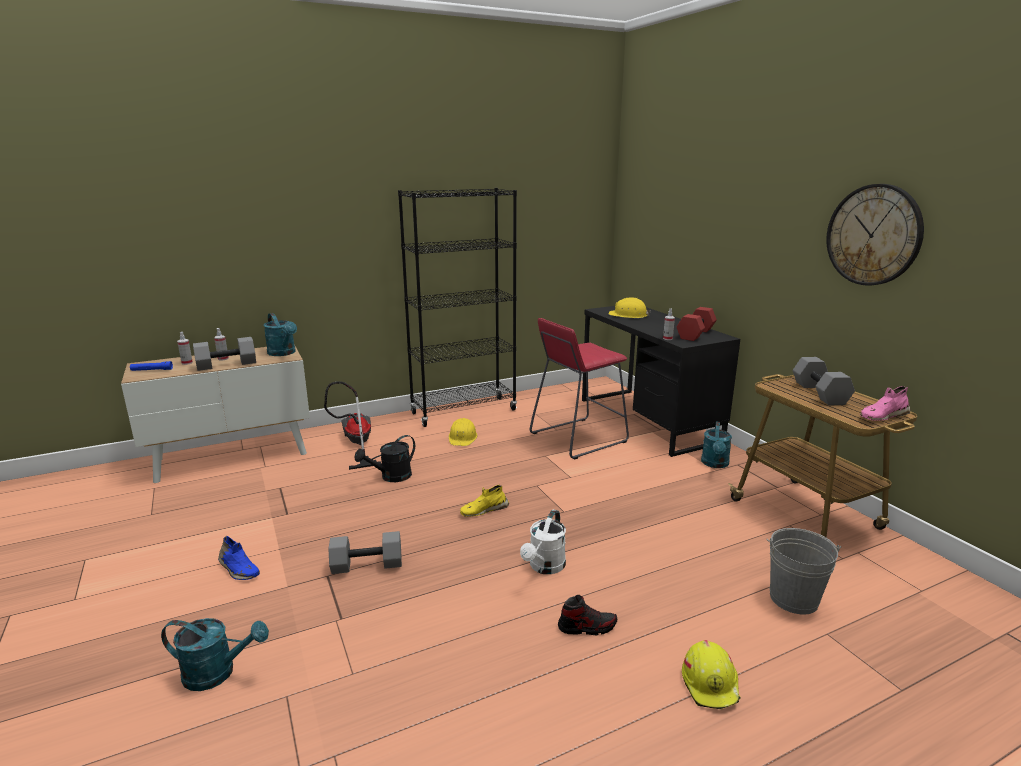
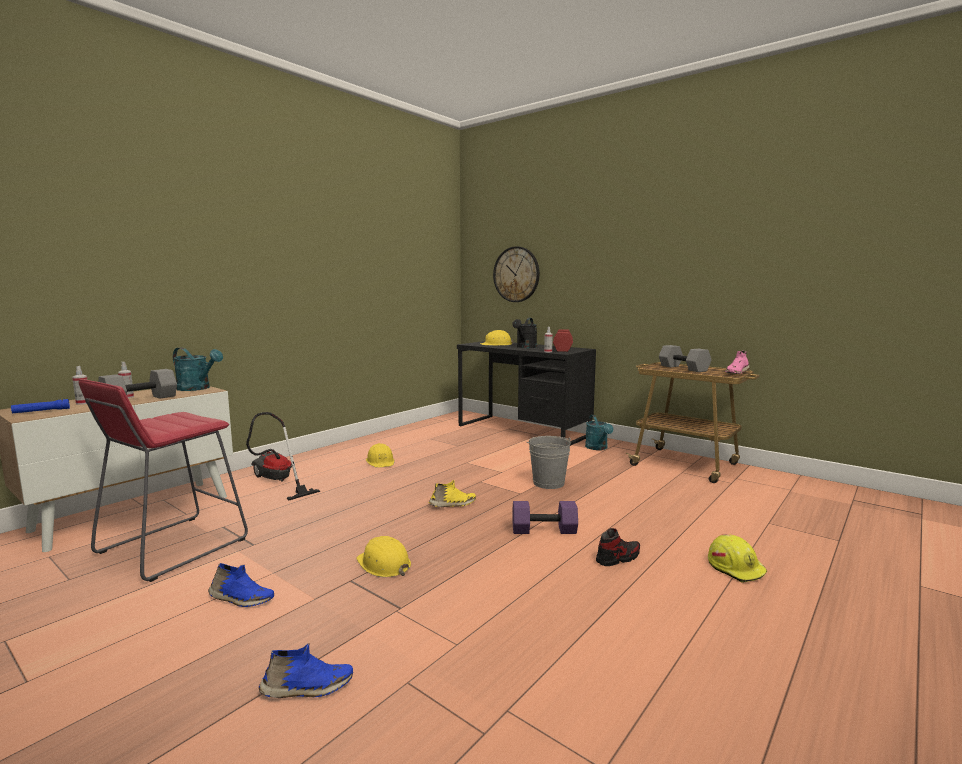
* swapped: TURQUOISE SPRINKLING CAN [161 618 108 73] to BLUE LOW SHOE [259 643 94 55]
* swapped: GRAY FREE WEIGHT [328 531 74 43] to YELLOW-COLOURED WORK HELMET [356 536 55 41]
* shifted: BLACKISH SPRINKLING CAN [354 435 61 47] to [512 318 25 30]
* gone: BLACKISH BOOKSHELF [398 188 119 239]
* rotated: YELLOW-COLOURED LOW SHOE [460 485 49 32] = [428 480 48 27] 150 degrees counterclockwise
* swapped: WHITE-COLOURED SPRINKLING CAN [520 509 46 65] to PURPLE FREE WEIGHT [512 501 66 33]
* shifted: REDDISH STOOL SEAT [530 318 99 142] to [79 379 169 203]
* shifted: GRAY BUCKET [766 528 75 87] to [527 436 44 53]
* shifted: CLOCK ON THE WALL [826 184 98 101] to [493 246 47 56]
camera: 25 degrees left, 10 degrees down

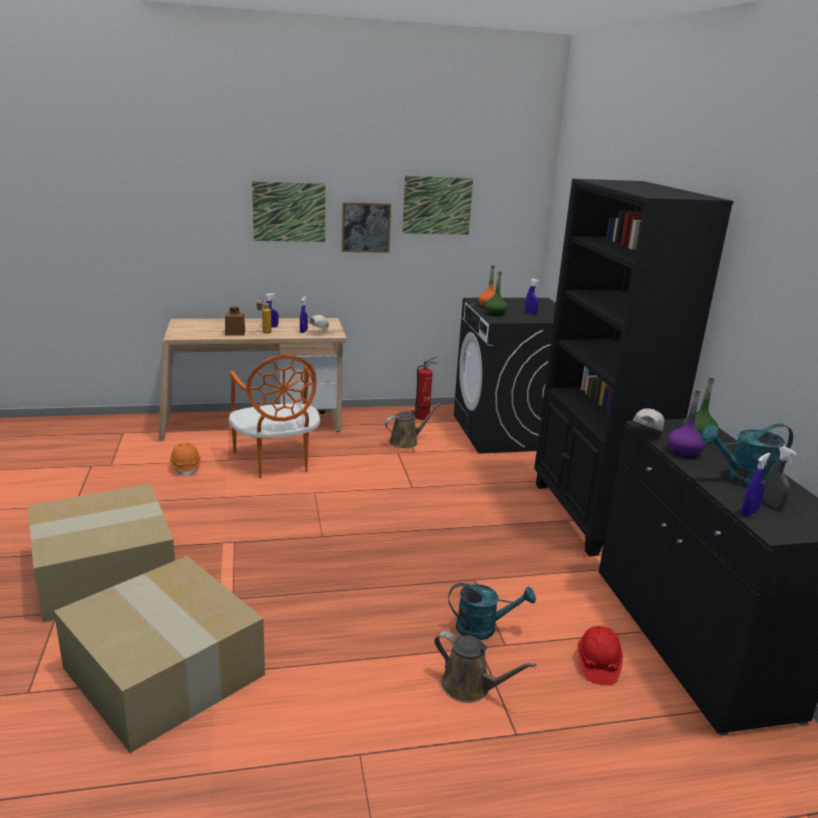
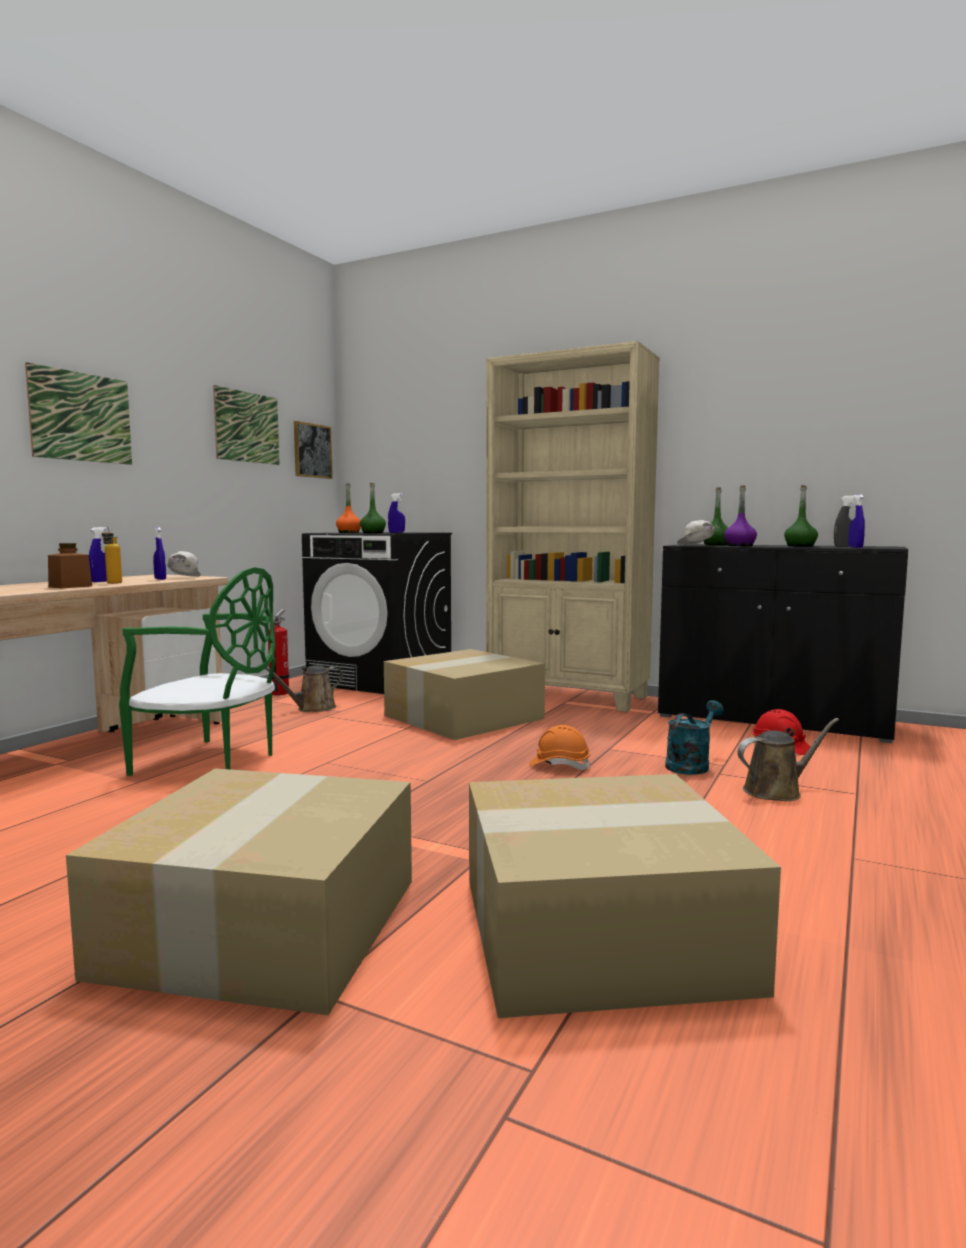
* shifted: ORANGE-COLOURED WORK HELMET [169 443 32 34] to [529 725 62 45]
* repainted: ORANGE-COLOURED CHAIR [229 355 91 123] to GREENISH CHAIR [119 567 157 209]
* shifted: WALL ART [342 202 49 51] to [294 421 39 58]
* rotated: BROWN SPRINKLING CAN [385 403 56 45] = [265 665 78 47] 135 degrees counterclockwise
* repainted: BLACKISH BOOKSHELF [534 179 199 377] to SAND-COLOURED BOOKSHELF [486 341 174 371]
* swapped: TURQUOISE SPRINKLING CAN [701 424 92 64] to GREENISH BEVERAGE BOTTLE [784 485 34 62]
* new: PACKING BOX [384 649 161 91]
camera: 50 degrees left, 15 degrees down

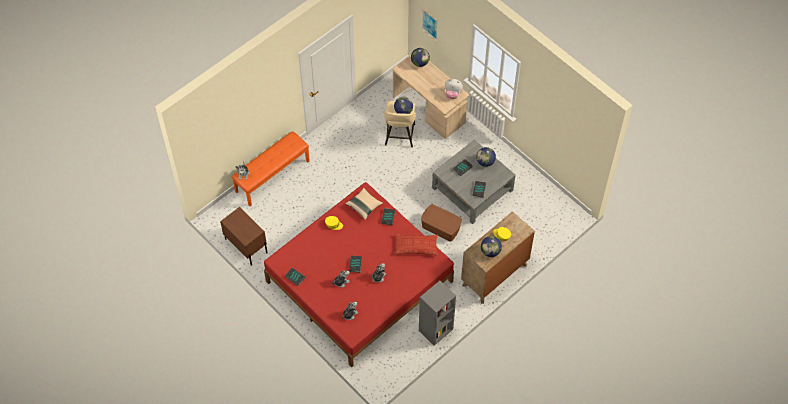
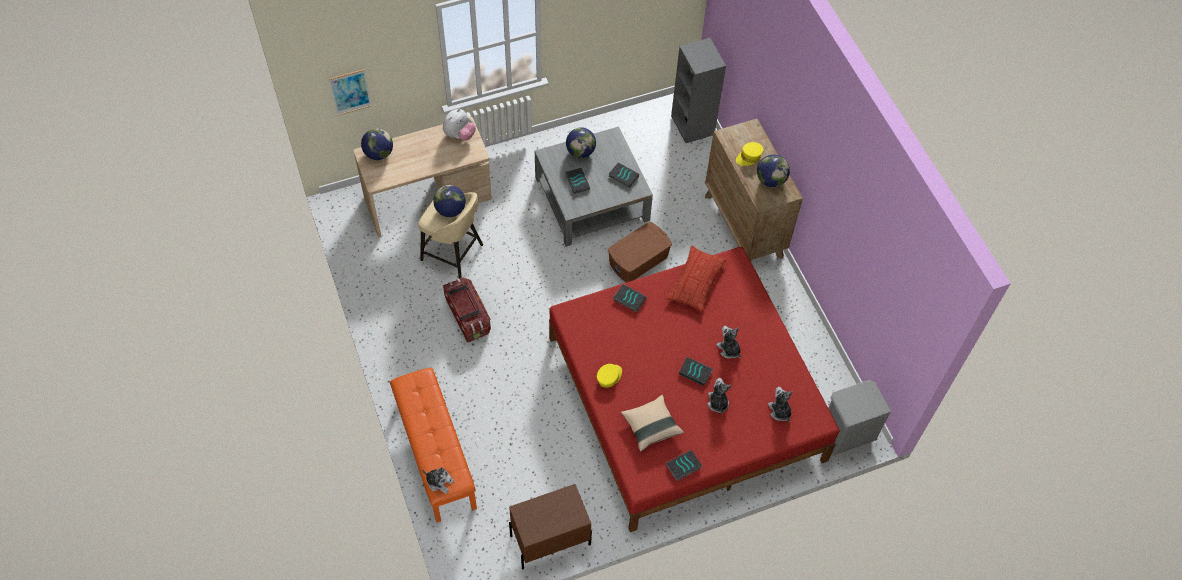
* shifted: SAND-COLOURED CUSHION [345 188 38 32] to [621 395 63 56]
* shifted: GRAY BOOKSHELF [419 281 37 65] to [671 38 55 105]
* new: STORAGE BIN [443 278 48 64]
* new: GRAY NIGHTSTAND [828 380 63 76]
camera: 70 degrees left, 0 degrees up

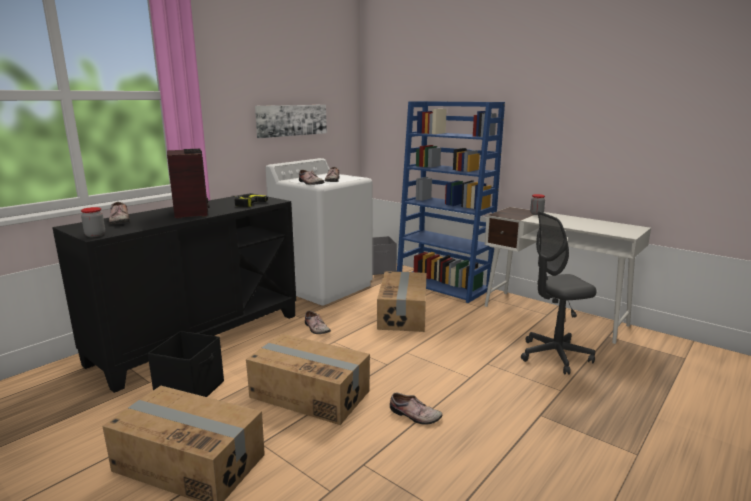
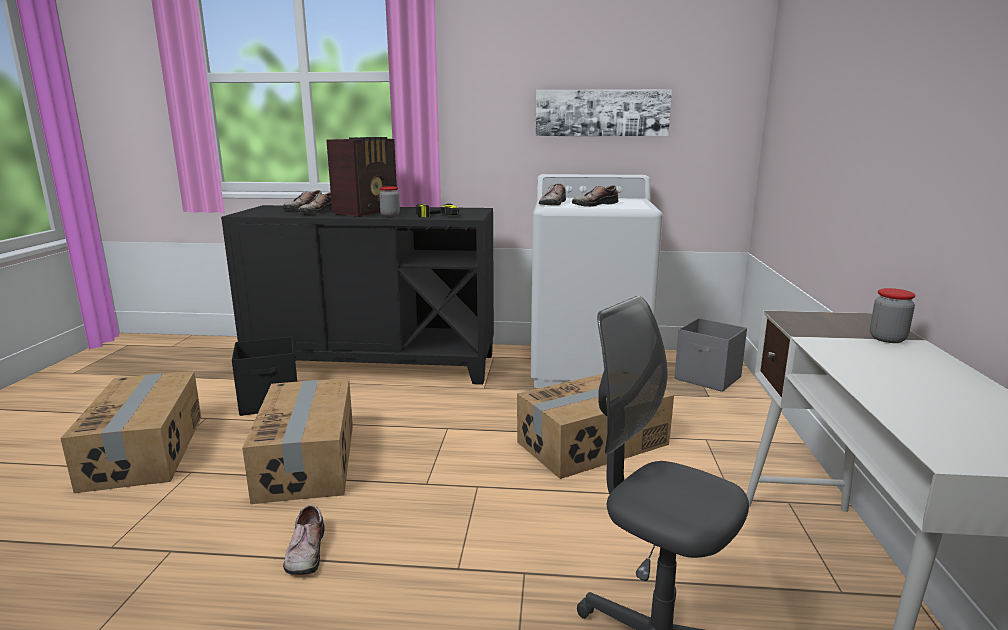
* shifted: JAR [81 207 24 30] to [379 186 21 31]
* shifted: LOW SHOE [305 311 26 23] to [298 192 34 22]
* gone: BLUE BOOKSHELF [397 101 108 202]
camera: 55 degrees right, 0 degrees up

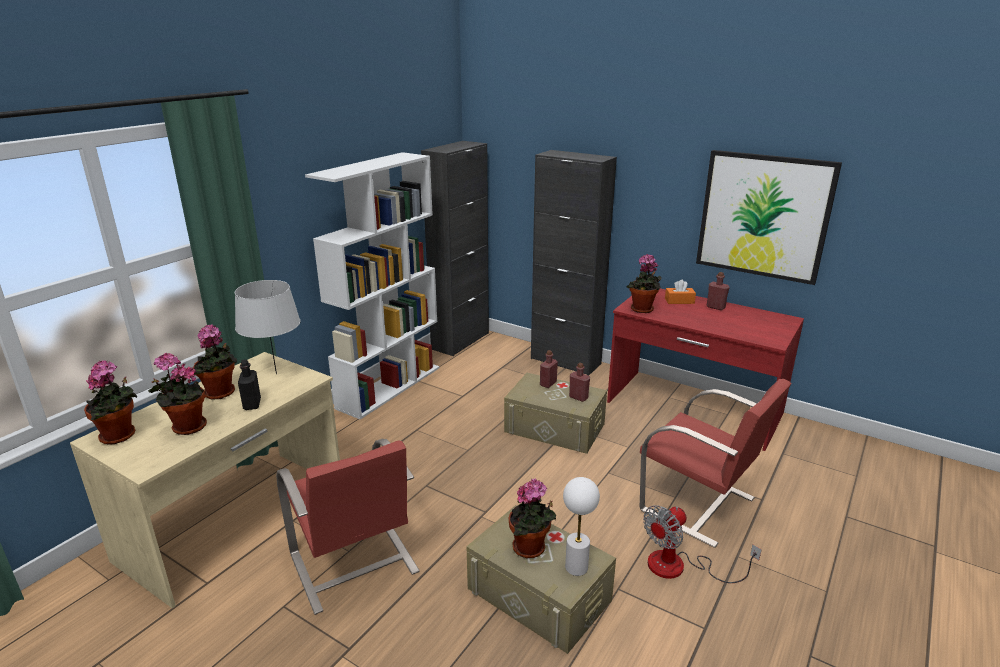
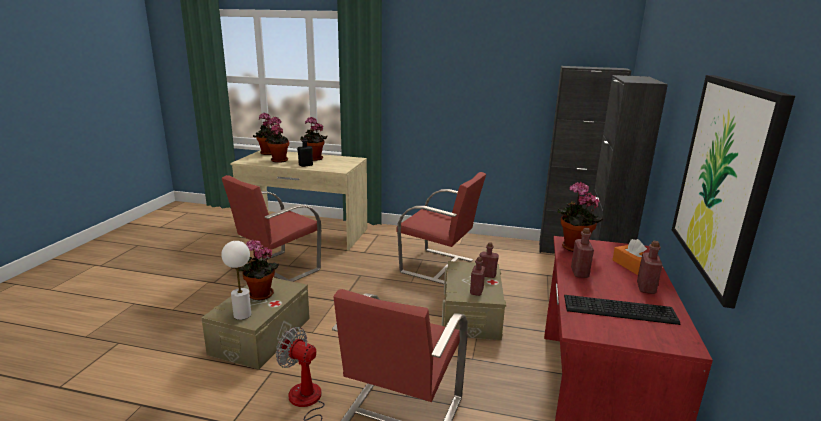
* gone: GRAY TABLETOP LAMP [235 280 66 94]
* gone: WHITE-COLOURED BOOKSHELF [305 152 134 267]
* new: REDDISH CHAIR [396 172 90 113]
* new: PC KEYBOARD [564 295 116 30]
* new: REDDISH BEVERAGE BOTTLE [571 228 23 50]
camera: 70 degrees right, 5 degrees down

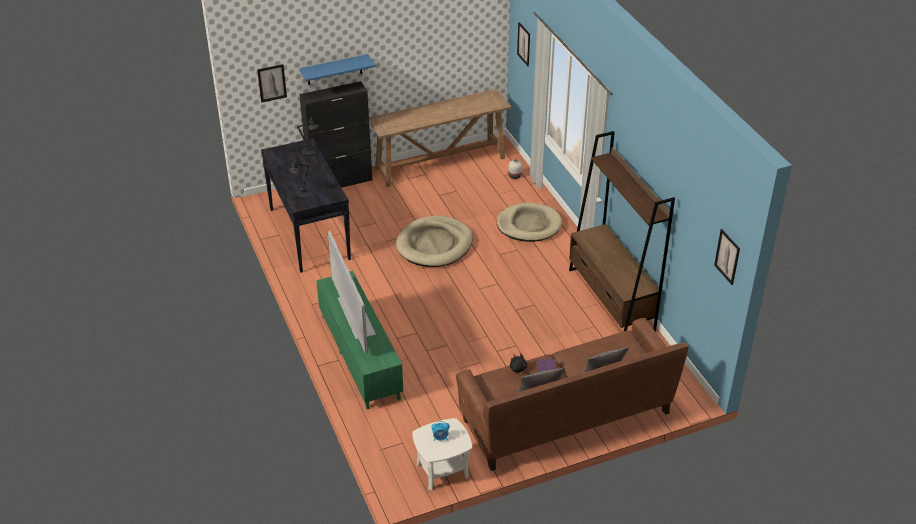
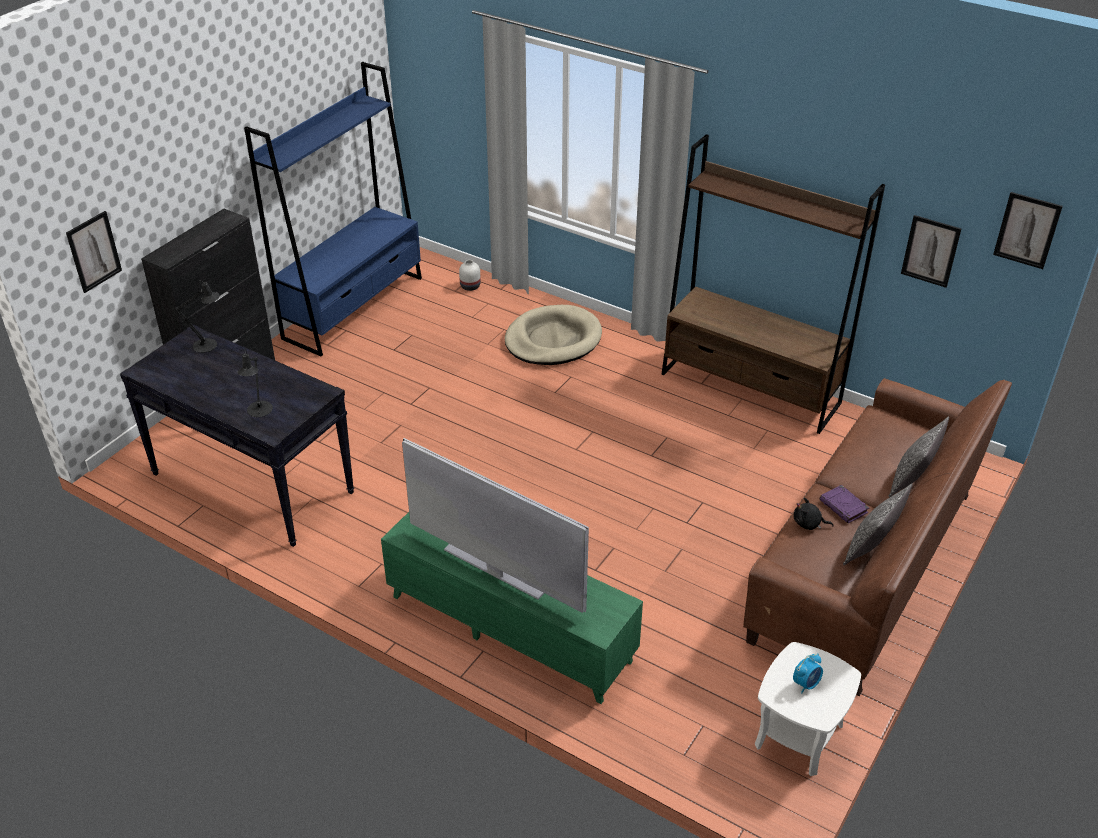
* gone: BLUE BRACKET SHELF [299 54 77 31]
* swapped: BROWN HALL TABLE [369 89 142 98] to BLUE BOOKSHELF [244 62 178 294]
* gone: SAND-COLOURED DOG BED [396 216 77 51]
* shifted: WALL ART [517 22 13 44] to [901 215 60 73]
camera: 35 degrees left, 0 degrees up

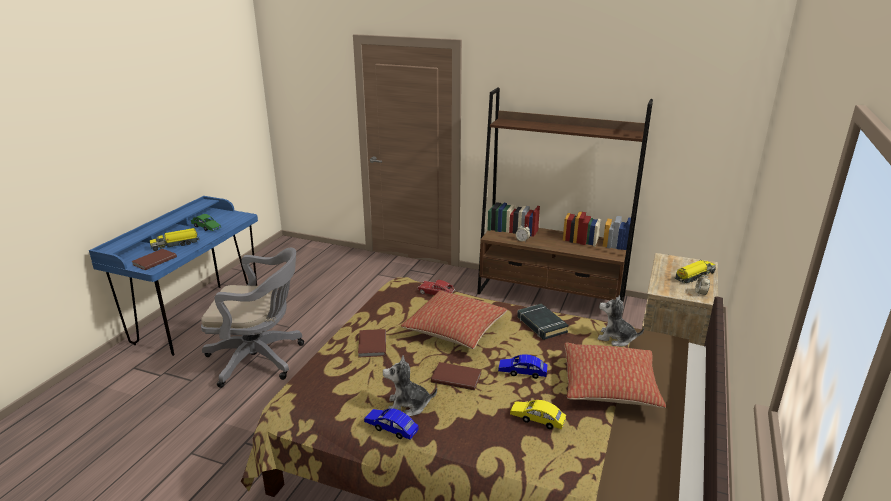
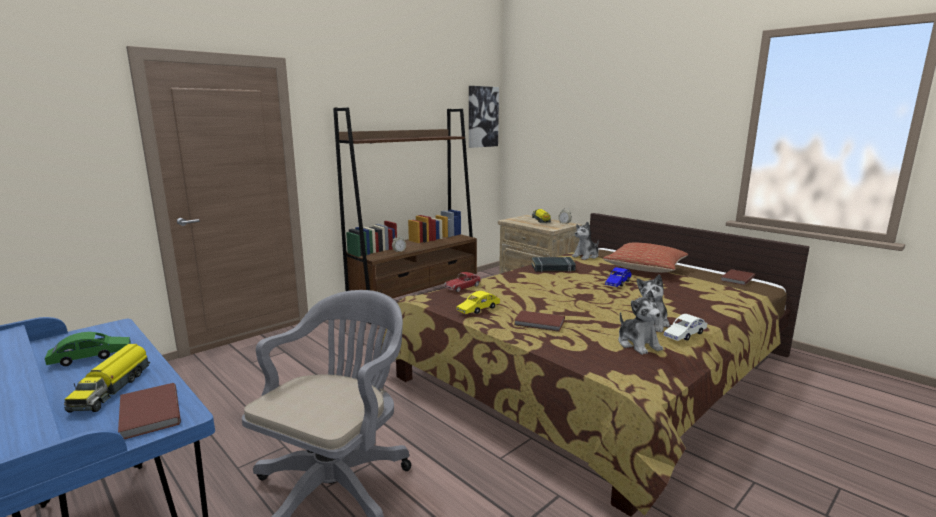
* repainted: BLUE MINIATURE CAR [364 408 55 32] to WHITE-COLOURED MINIATURE CAR [663 314 44 27]
* gone: CUSHION [401 290 106 59]
* shifted: BROWN BOUND BOOK [431 362 50 28] to [721 269 34 16]
* shifted: YELLOW-COLOURED MINIATURE CAR [510 400 56 29] to [457 291 43 23]
* new: WALL ART [469 86 30 62]
* new: PLUSH TOY [618 290 45 65]
camera: 65 degrees left, 10 degrees down

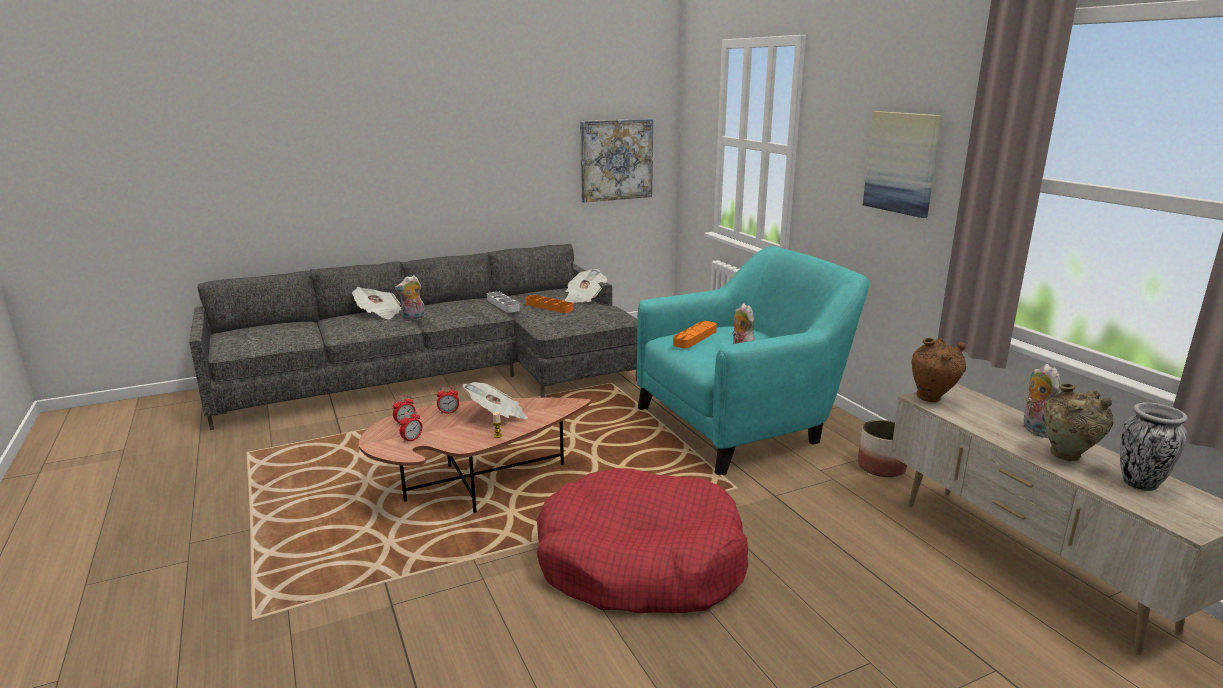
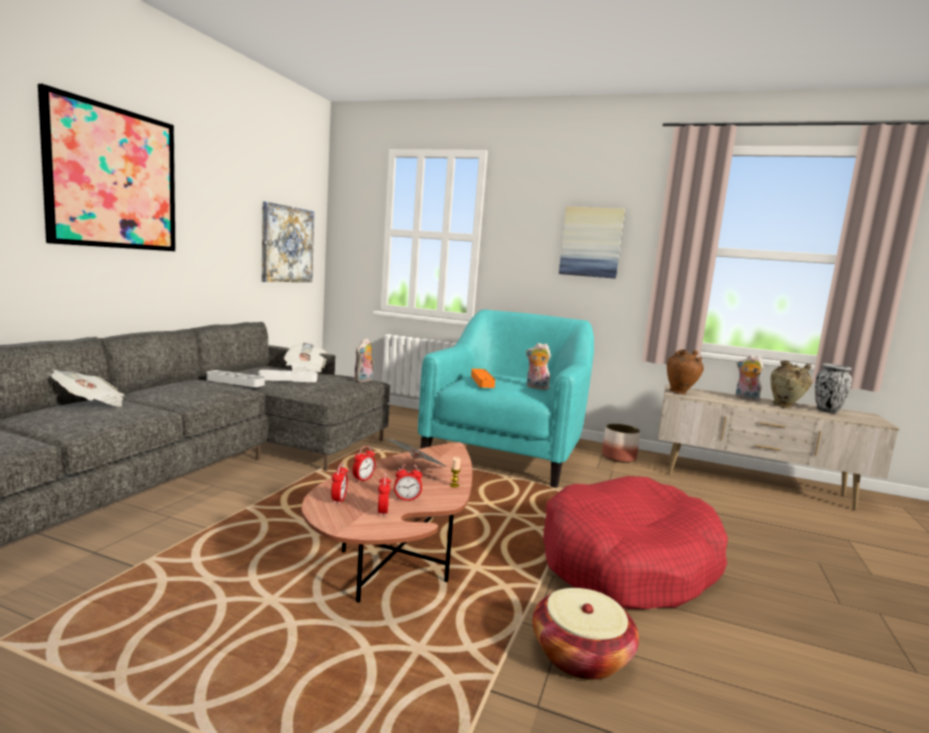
* shifted: PLUSH TOY [395 275 31 46] to [354 338 20 45]
* repainted: ORANGE-COLOURED TRAY [526 295 47 18] to WHITE-COLOURED TRAY [258 370 59 12]
* new: WALL ART [38 84 137 167]
* new: ALARM CLOCK [394 464 28 37]
* new: HOUSEHOLD BASKET [533 588 106 92]
camera: 45 degrees left, 10 degrees down

